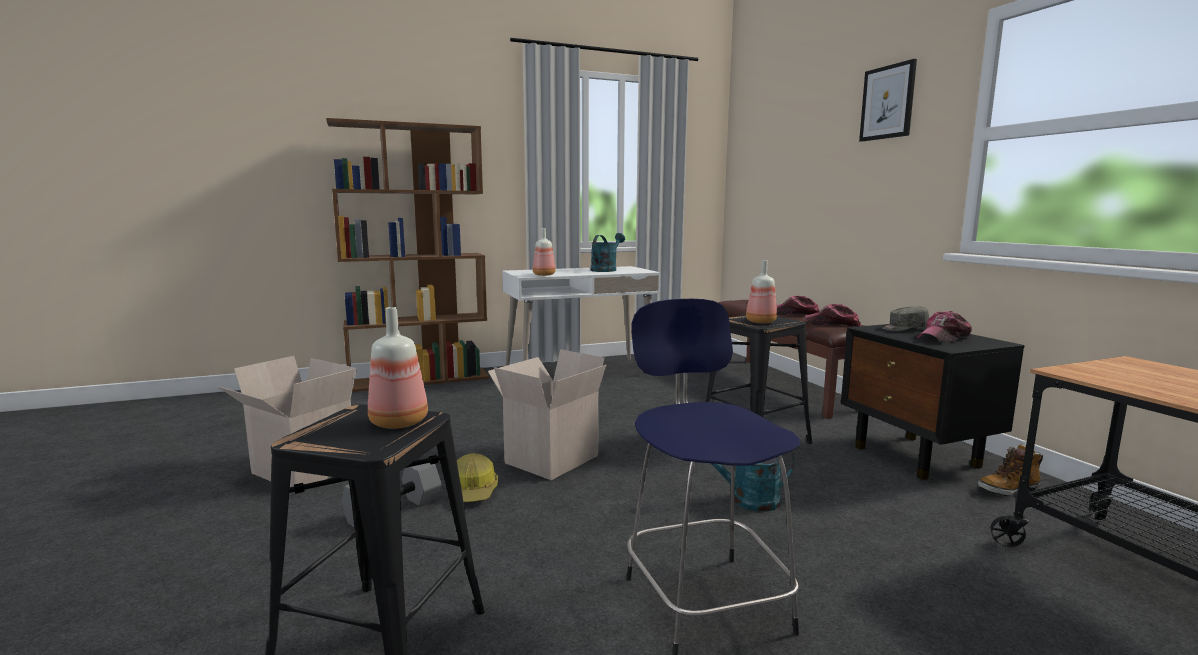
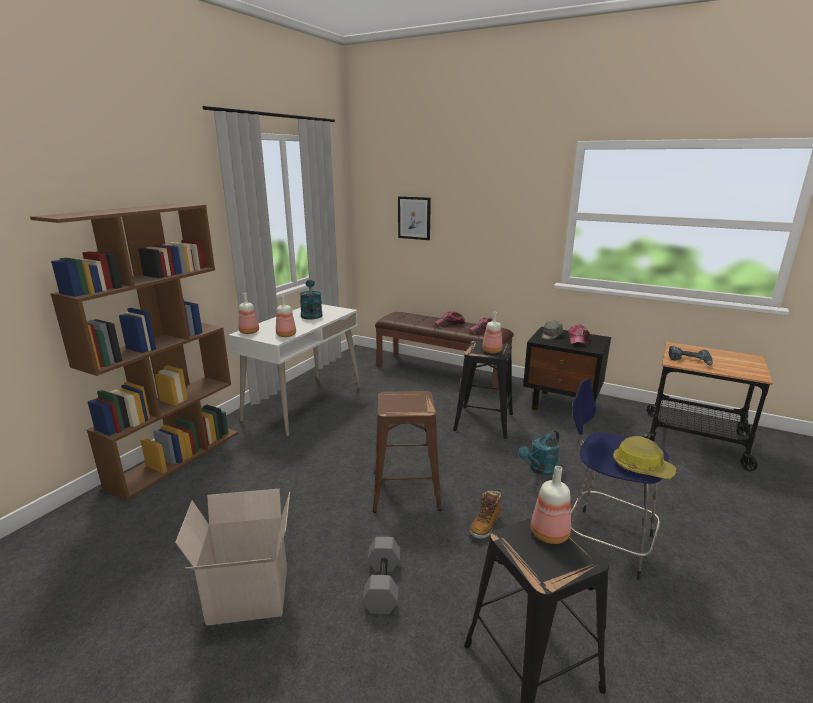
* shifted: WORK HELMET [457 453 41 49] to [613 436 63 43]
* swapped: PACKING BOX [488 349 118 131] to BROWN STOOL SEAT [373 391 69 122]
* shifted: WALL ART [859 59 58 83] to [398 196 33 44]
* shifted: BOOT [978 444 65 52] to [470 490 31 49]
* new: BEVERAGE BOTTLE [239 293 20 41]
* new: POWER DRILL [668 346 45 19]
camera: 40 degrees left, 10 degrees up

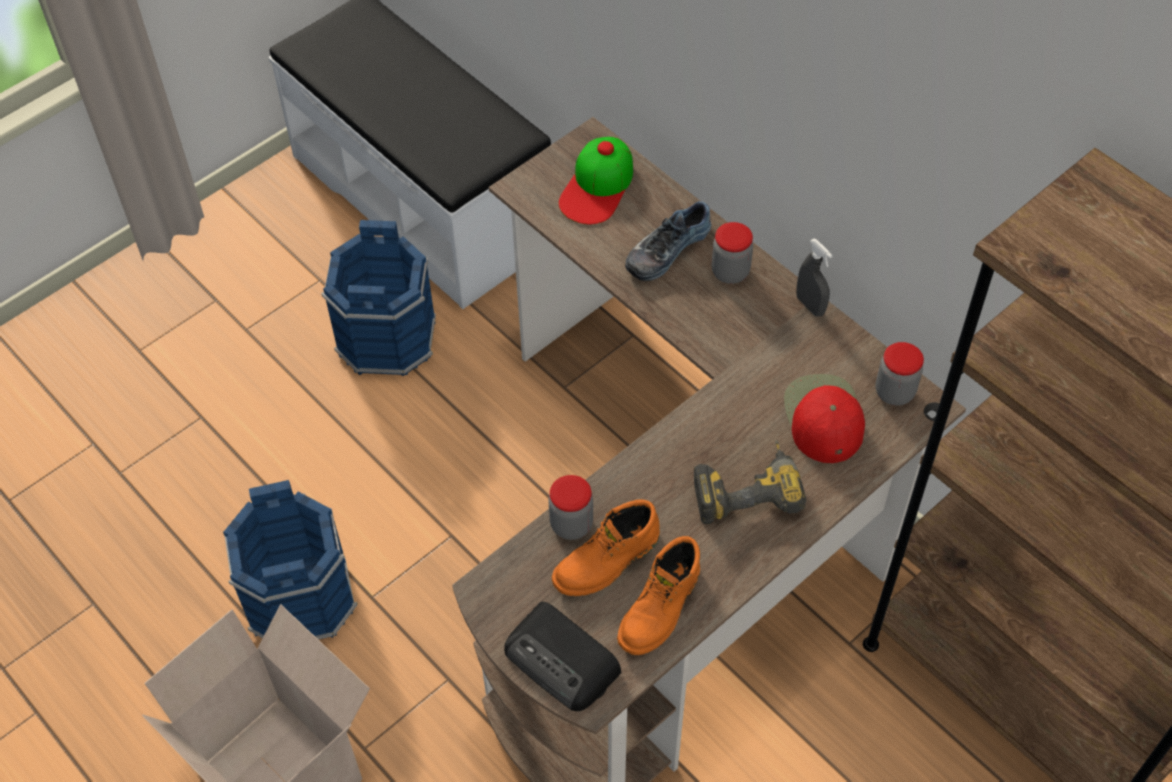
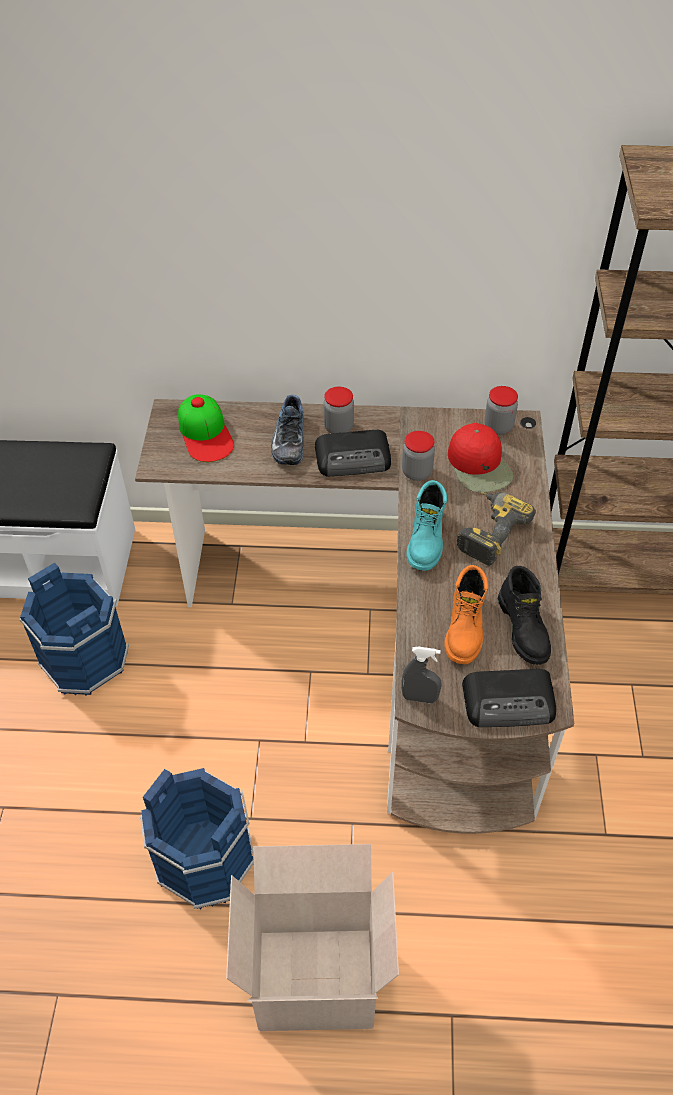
* shifted: JAR [549 475 44 65] to [402 431 33 50]
* repainted: ORANGE-COLOURED BOOT [617 536 83 119] to BLACKISH BOOT [498 566 53 99]
* rotated: REDDISH PEAKED CAP [784 374 81 89] = [448 423 65 70] 150 degrees counterclockwise
* shifted: GRAY SPRAYER [796 239 37 78] to [401 647 40 56]
* new: RADIO RECEIVER [315 430 76 47]
* new: TURQUOISE BOOT [406 480 41 91]
camera: 45 degrees left, 5 degrees down

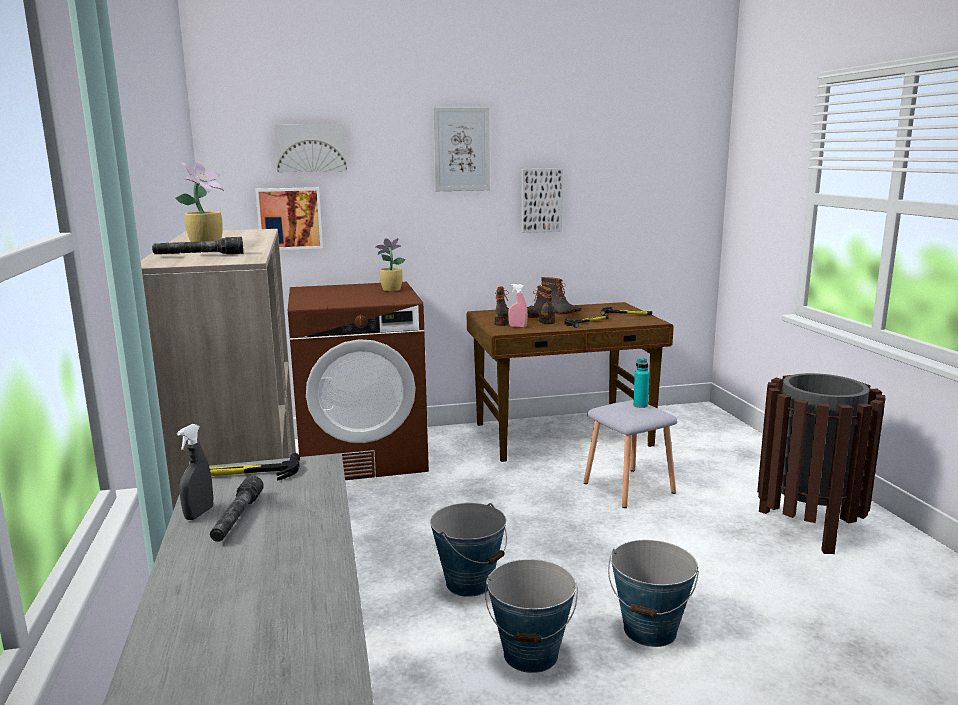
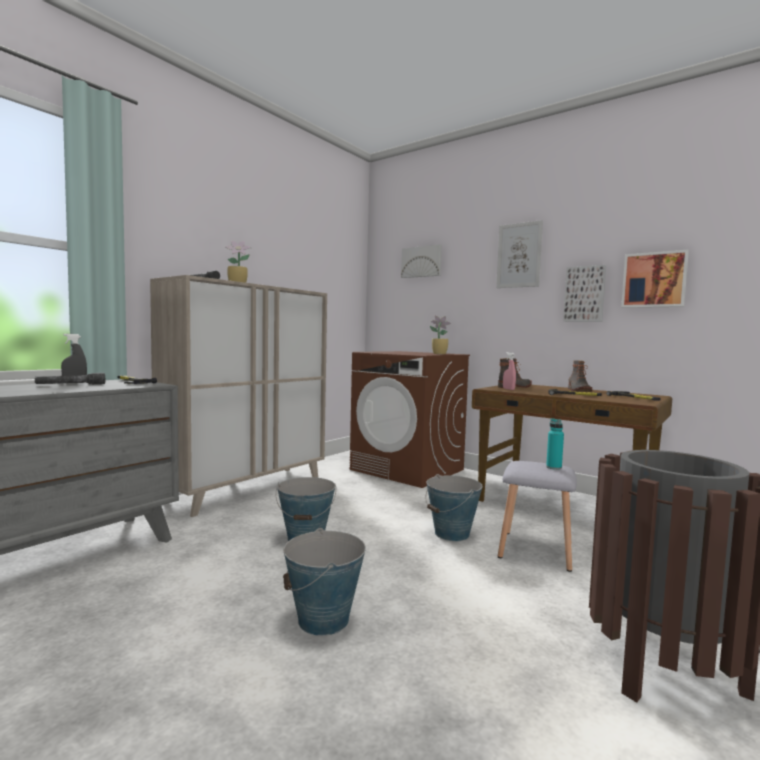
* shifted: WALL ART [255 187 68 63] to [621 250 68 58]
* shifted: BUCKET [485 559 93 114] to [425 474 58 67]
* gone: BOOT [527 286 28 38]
camera: 50 degrees right, 10 degrees down

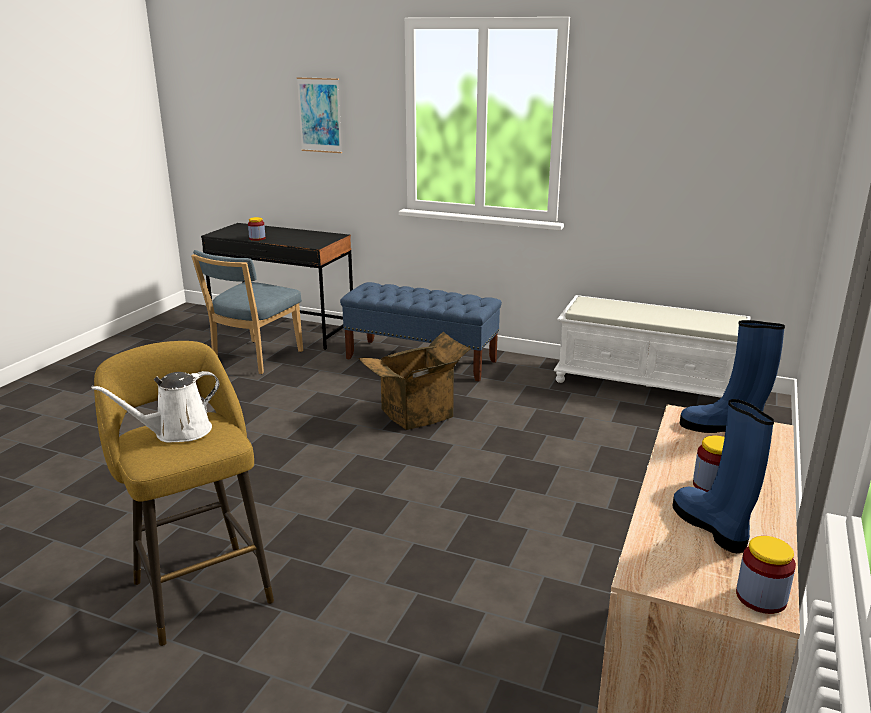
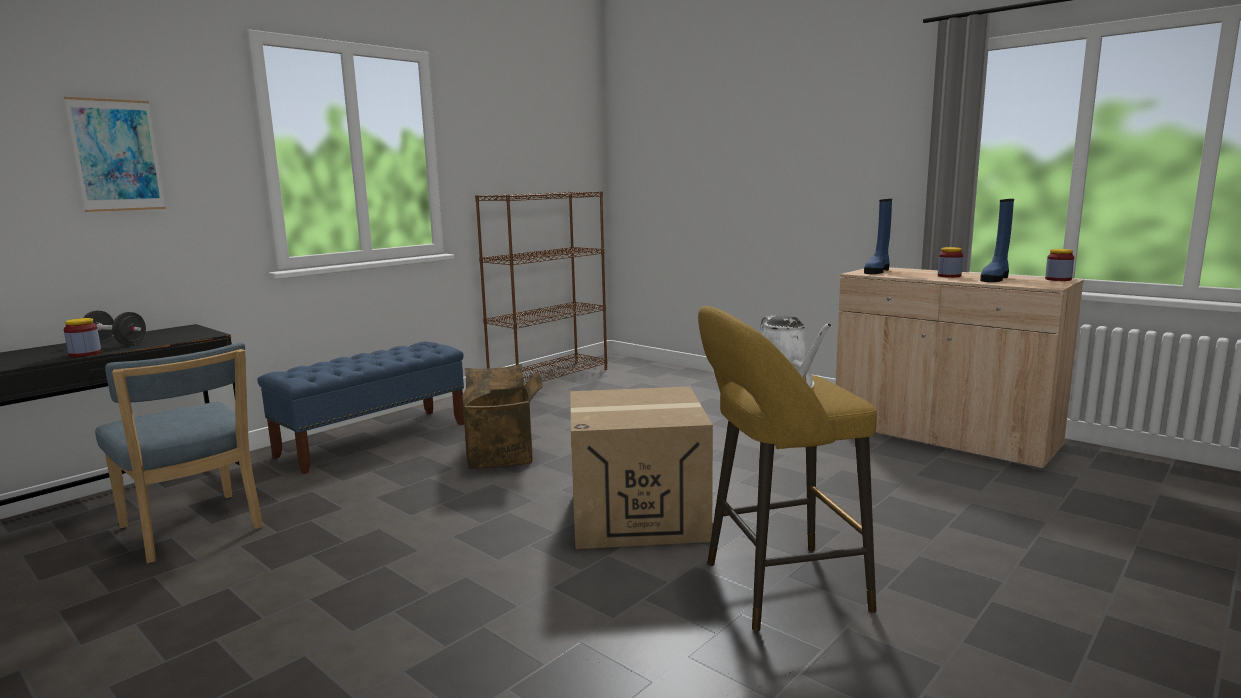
* swapped: WHITE-COLOURED INDOOR BENCH [554 295 197 103] to BROWN BOOKSHELF [475 191 132 196]
* rotated: BLUE BOOT [673 399 101 154] = [980 199 34 83] 45 degrees counterclockwise
* new: BLACKISH FREE WEIGHT [83 311 63 34]
* new: PACKING BOX [570 386 143 163]
camera: 70 degrees left, 10 degrees down

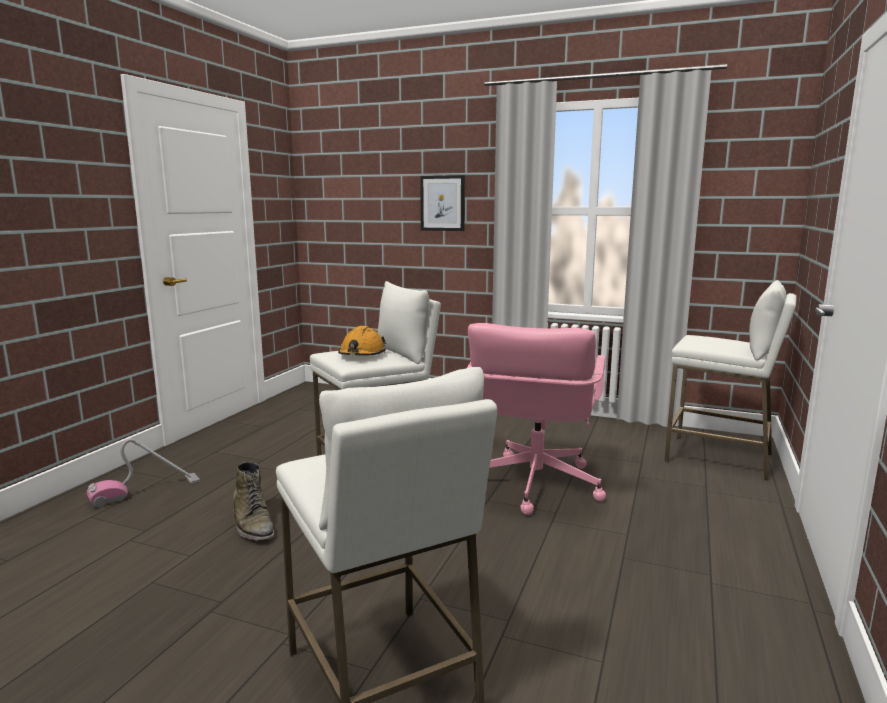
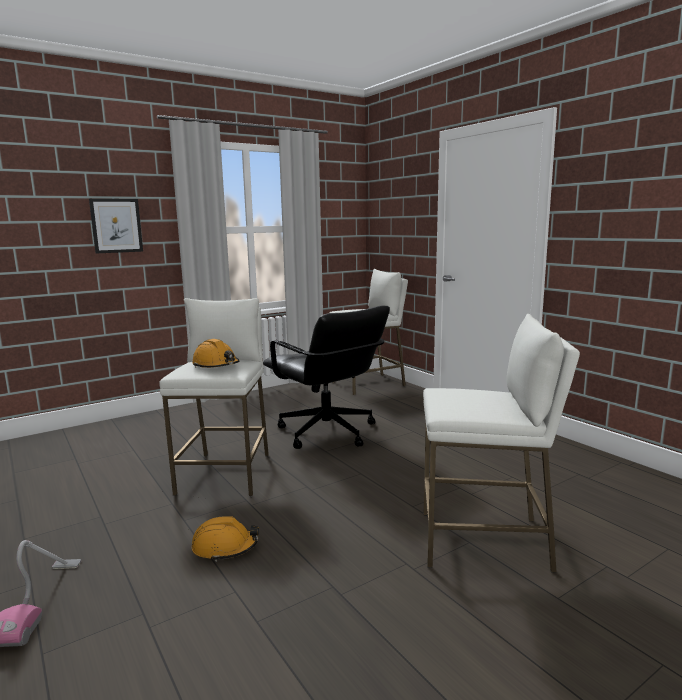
* swapped: GREENISH BOOT [233 462 42 78] to ORANGE-COLOURED WORK HELMET [191 516 68 46]
* repainted: PINK COMPUTER CHAIR [467 323 139 192] to BLACKISH COMPUTER CHAIR [263 306 127 143]
camera: 55 degrees left, 0 degrees up

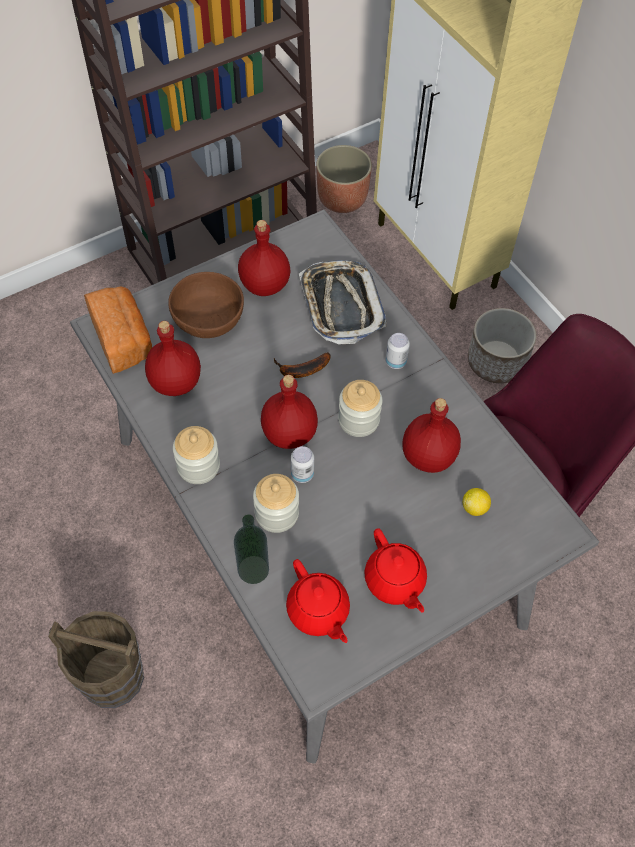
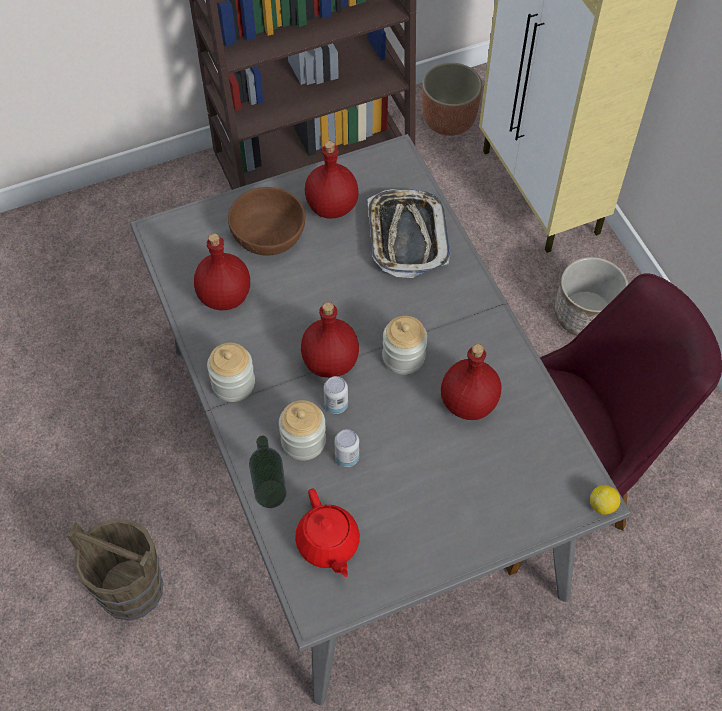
* gone: BREAD [84 286 68 88]
* gone: BANANA [274 352 56 26]
* gone: REDDISH TEA POT [364 528 63 84]
* shifted: METAL CAN [385 333 25 36] to [334 429 25 38]
* shifted: CITRUS FRUIT [463 488 28 28] to [590 485 30 30]
camera: 10 degrees right, 0 degrees up

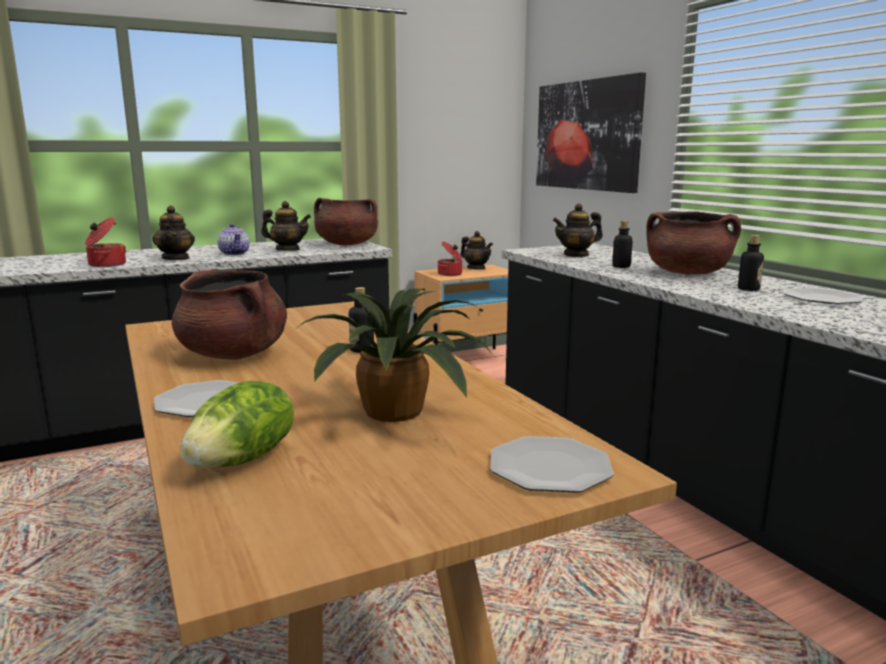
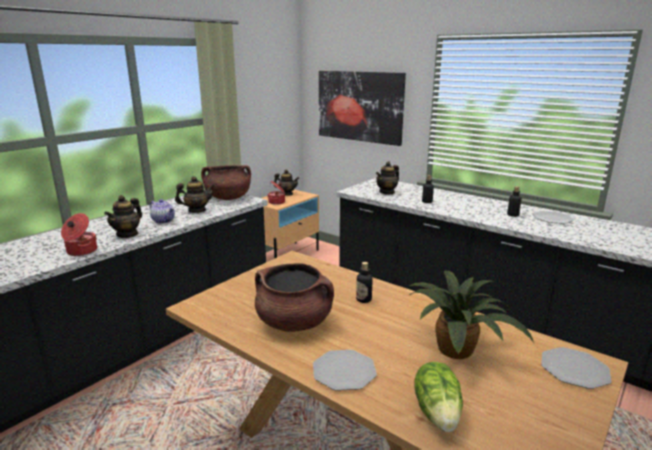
* rotated: TEA POT [152 206 43 54] = [104 195 38 43] 60 degrees clockwise
* gone: BROWN SAUCEPOT [646 212 95 62]
camera: 25 degrees left, 5 degrees up

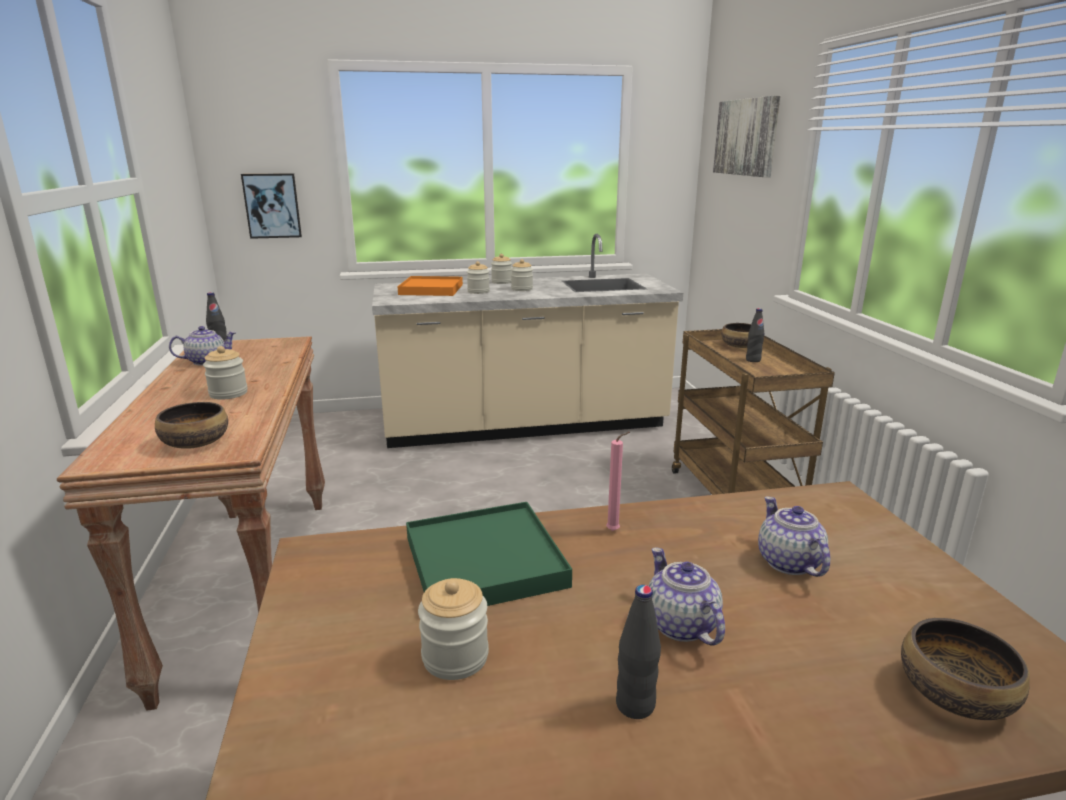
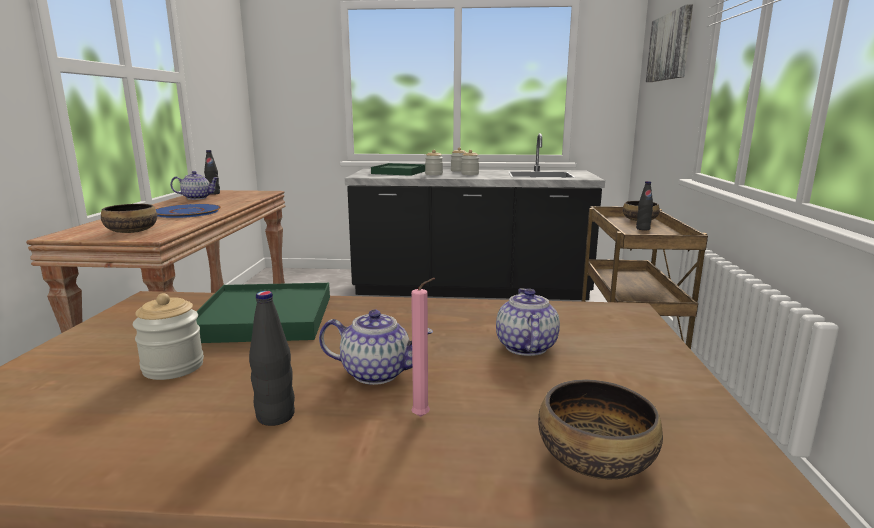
* swapped: JAR [203 346 45 54] to BLUE DINNER PLATE [156 204 65 14]
* gone: WALL ART [241 173 61 66]
* repainted: SAND-COLOURED KITCHEN BASE UNIT [372 234 311 214] to BLACKISH KITCHEN BASE UNIT [345 133 260 167]
* repainted: ORANGE-COLOURED TRAY [397 276 66 20] to GREENISH TRAY [371 163 54 13]
* shifted: PINK WAX LIGHT [606 432 24 99] to [411 278 24 139]
* rotated: TEA POT [649 547 76 99] = [319 310 114 75] 105 degrees clockwise
camera: 15 degrees right, 5 degrees down

